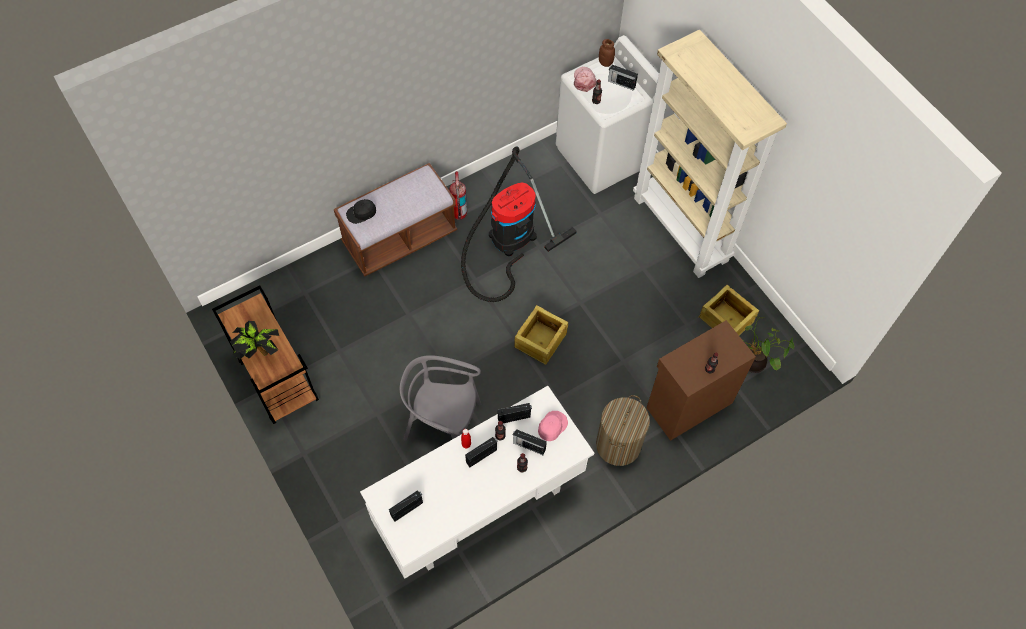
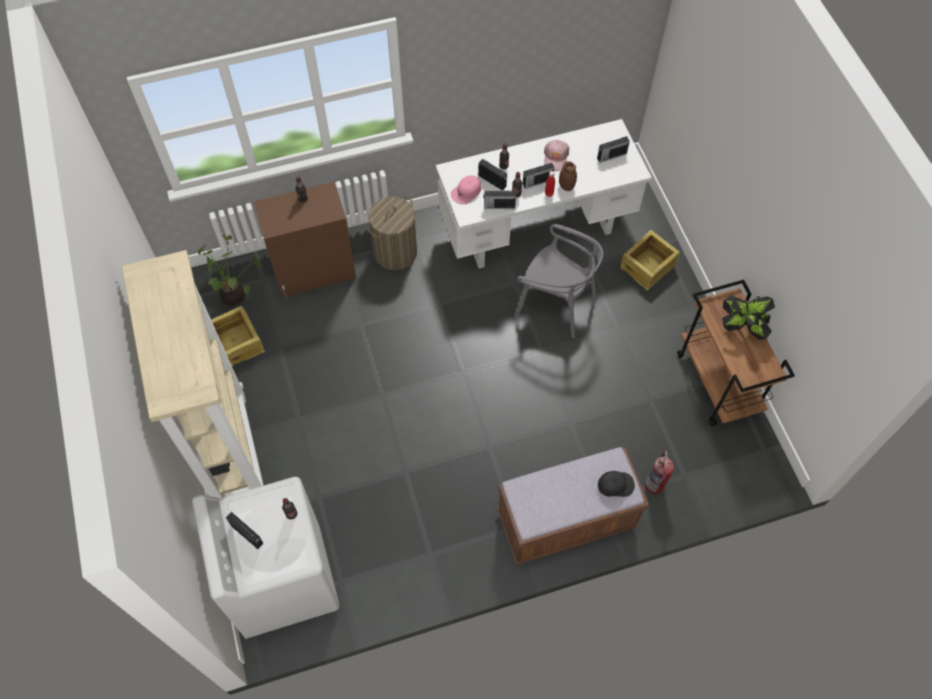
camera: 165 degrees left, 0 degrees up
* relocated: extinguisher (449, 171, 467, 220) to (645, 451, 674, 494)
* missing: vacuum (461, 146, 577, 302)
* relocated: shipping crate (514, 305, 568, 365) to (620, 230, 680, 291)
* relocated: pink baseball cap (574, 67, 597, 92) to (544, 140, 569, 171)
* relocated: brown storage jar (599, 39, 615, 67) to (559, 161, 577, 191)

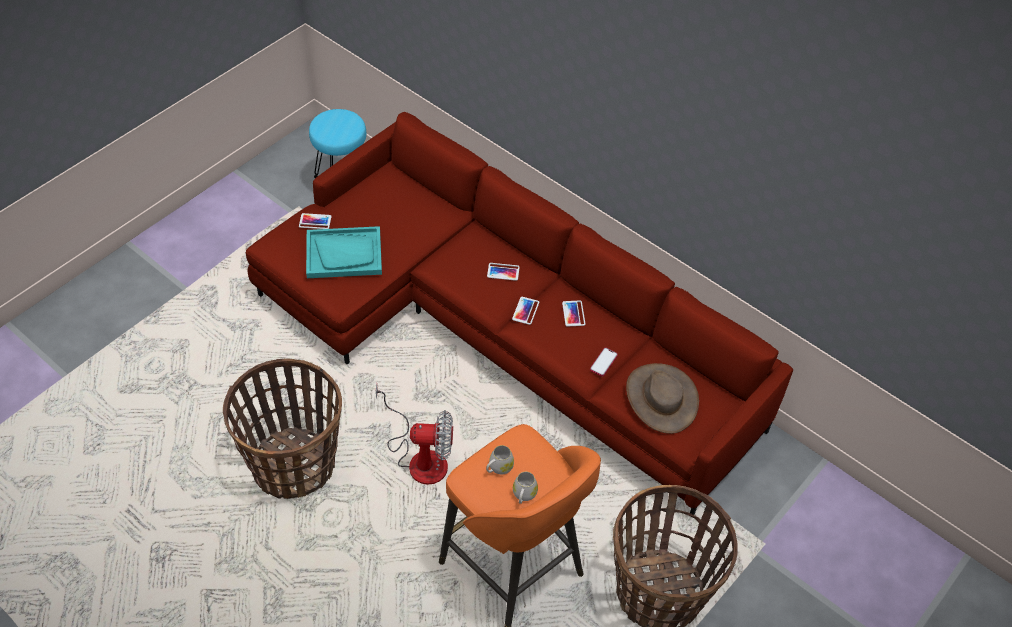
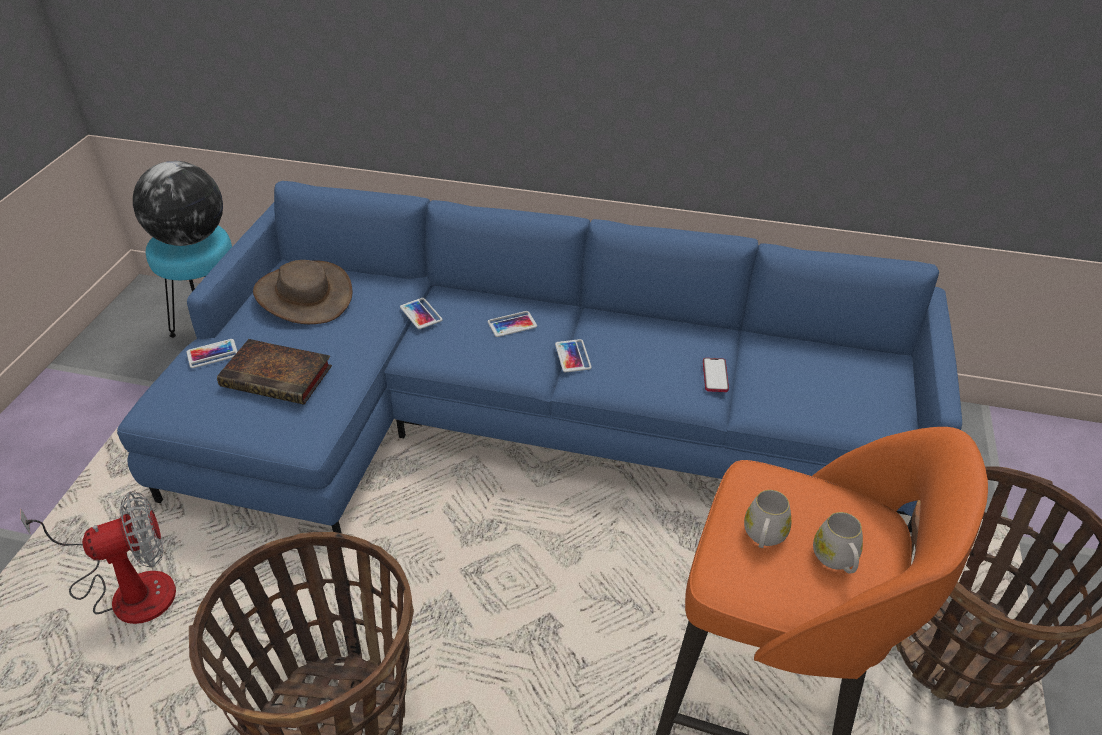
camera: 25 degrees left, 10 degrees down
* colour: red-coloured settee (246, 112, 793, 515) to blue-coloured settee (117, 181, 962, 534)
* exchanged: turquoise-coloured serving tray (306, 226, 382, 278) to bound book (217, 339, 332, 405)
* relocated: fan (376, 383, 453, 485) to (20, 491, 176, 624)
* relocated: telephone (562, 301, 585, 327) to (400, 298, 443, 329)
* relocated: brown clothing hat (626, 363, 699, 434) to (253, 260, 352, 324)
* appeared: world globe (133, 161, 223, 246)

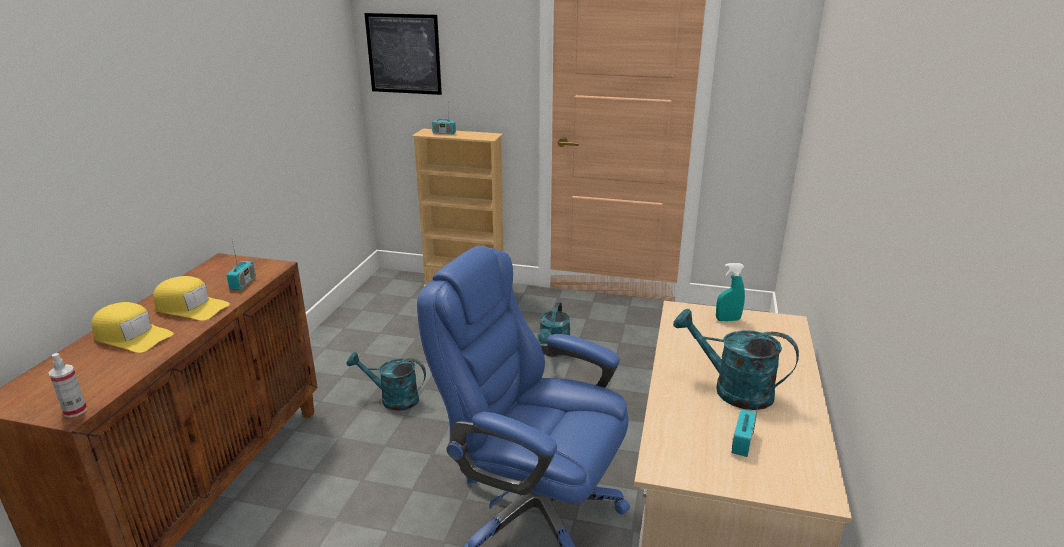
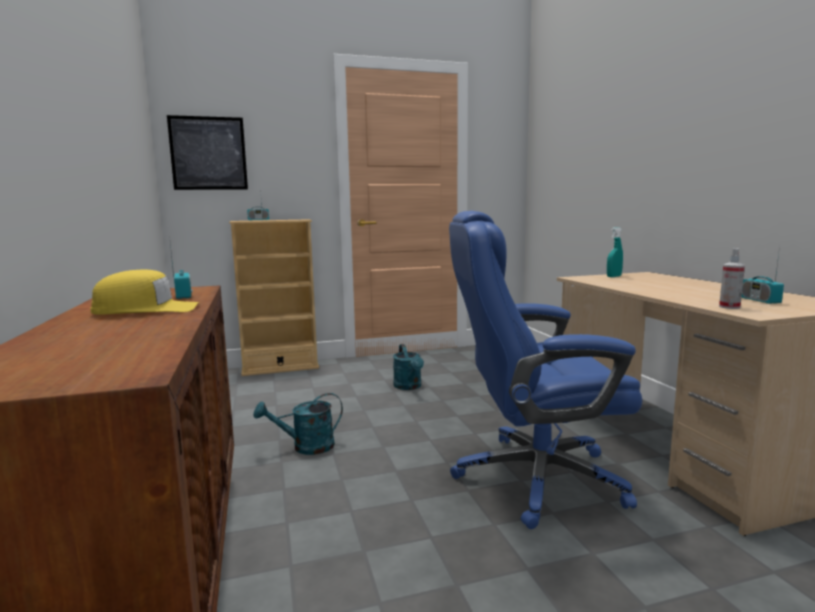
camera: 30 degrees left, 15 degrees down
* relocated: spray bottle (48, 353, 87, 418) to (719, 248, 745, 309)
* missing: yellow-coloured baseball cap (91, 302, 174, 353)
* missing: turquoise-coloured watering can (673, 309, 799, 410)

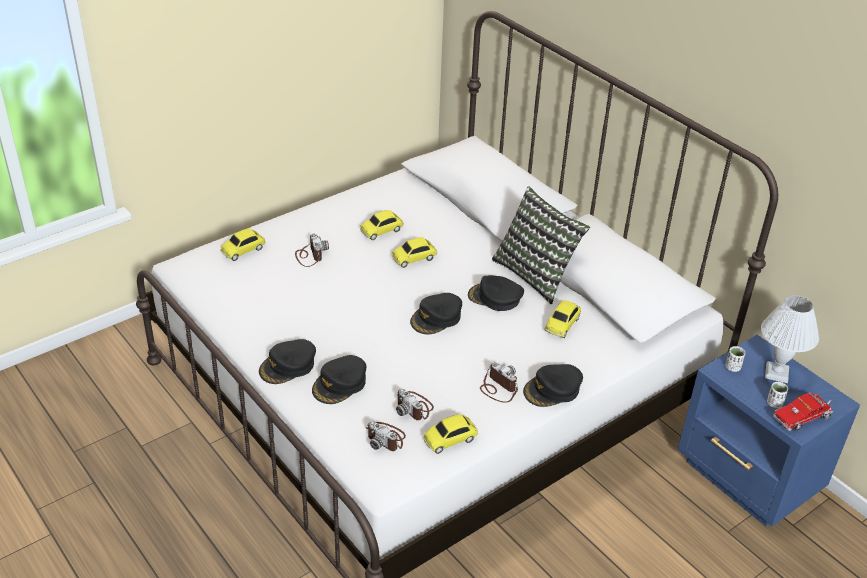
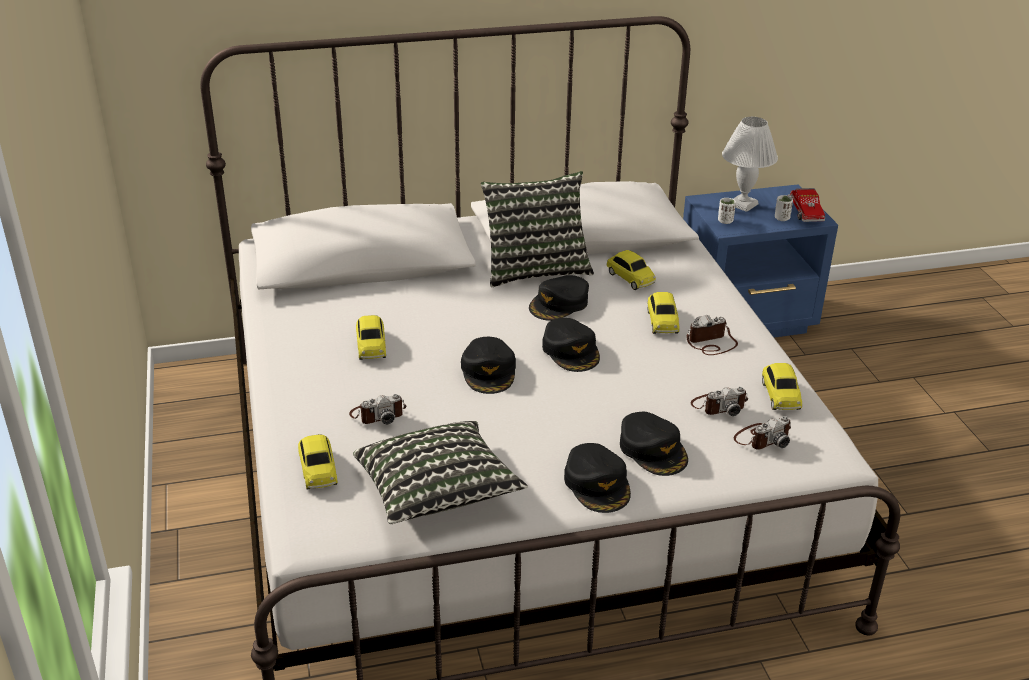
camera: 65 degrees left, 5 degrees down
* spun: photo camera (295, 233, 329, 267) = (349, 394, 406, 424) 150 degrees clockwise
* relocated: miniature car (392, 237, 437, 268) to (647, 292, 679, 334)
* relocated: black-coloured baseball cap (523, 364, 583, 407) to (461, 337, 516, 394)
* appeared: cushion (353, 421, 528, 524)

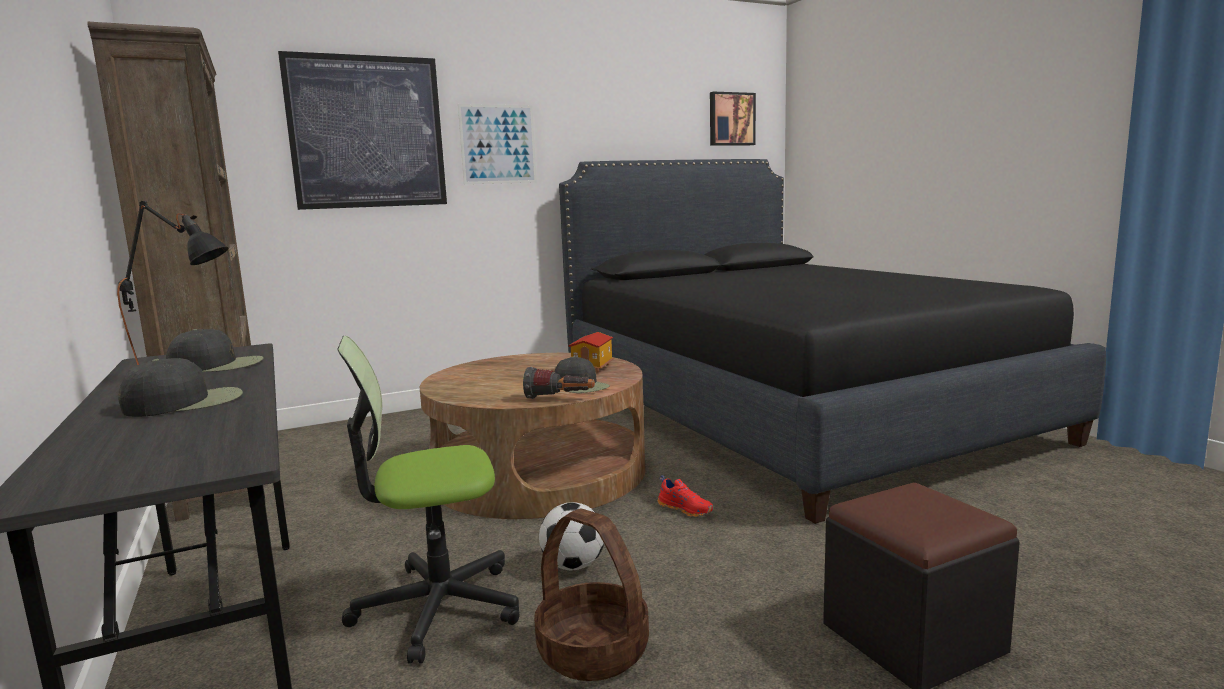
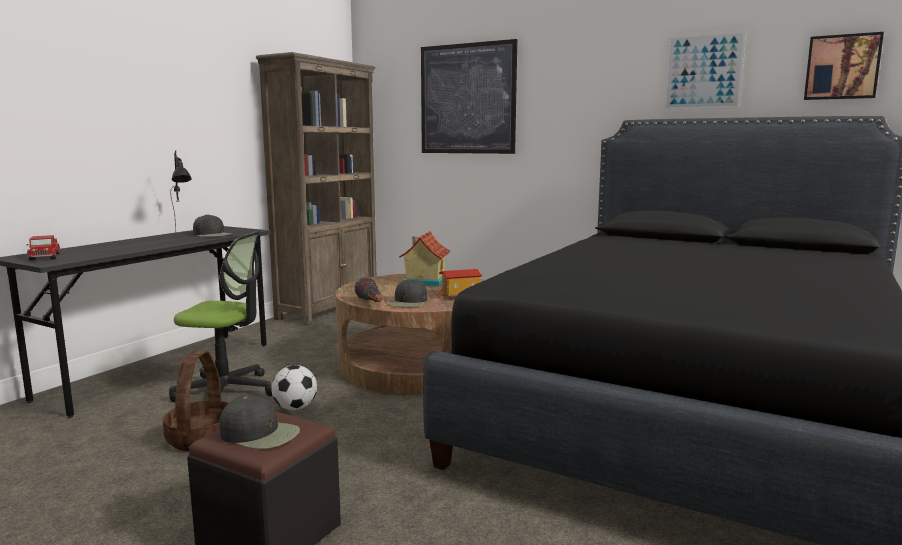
camera: 55 degrees right, 0 degrees up
* relocated: black-coloured baseball cap (118, 358, 243, 417) to (219, 395, 300, 449)
* spun: computer chair (337, 336, 520, 664) = (169, 231, 272, 402) 150 degrees clockwise
* relocated: picture (458, 104, 537, 184) to (663, 30, 746, 110)
* missing: red-coloured item of footwear (658, 475, 714, 517)
* appeared: toy lorry (27, 235, 60, 261)
* appeared: model house (399, 231, 451, 287)

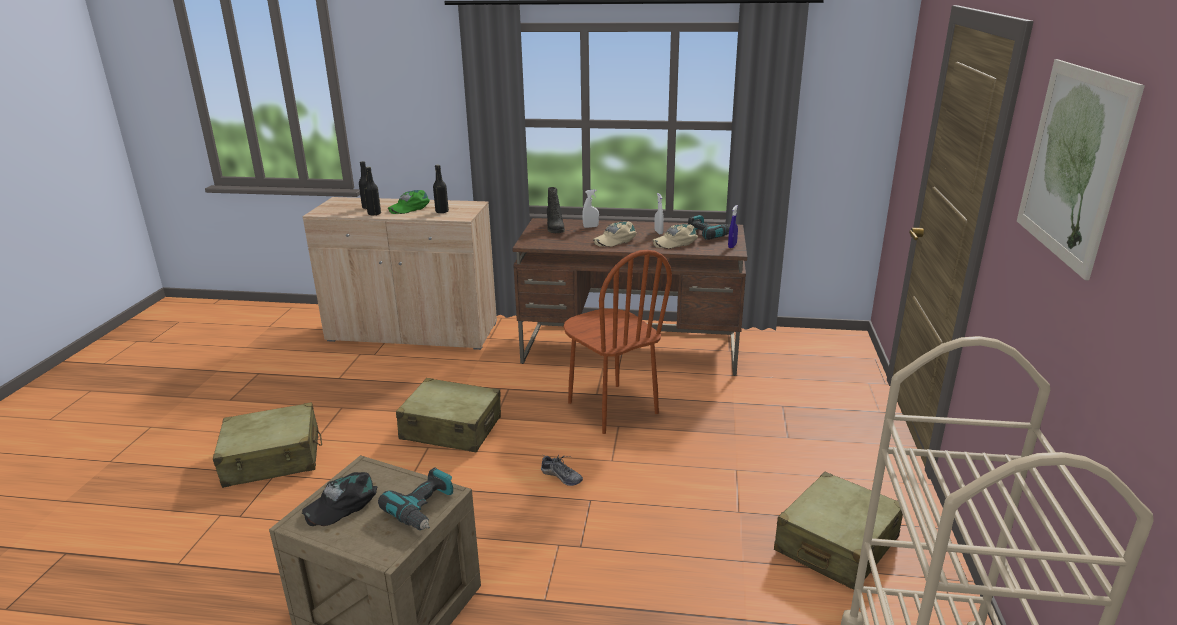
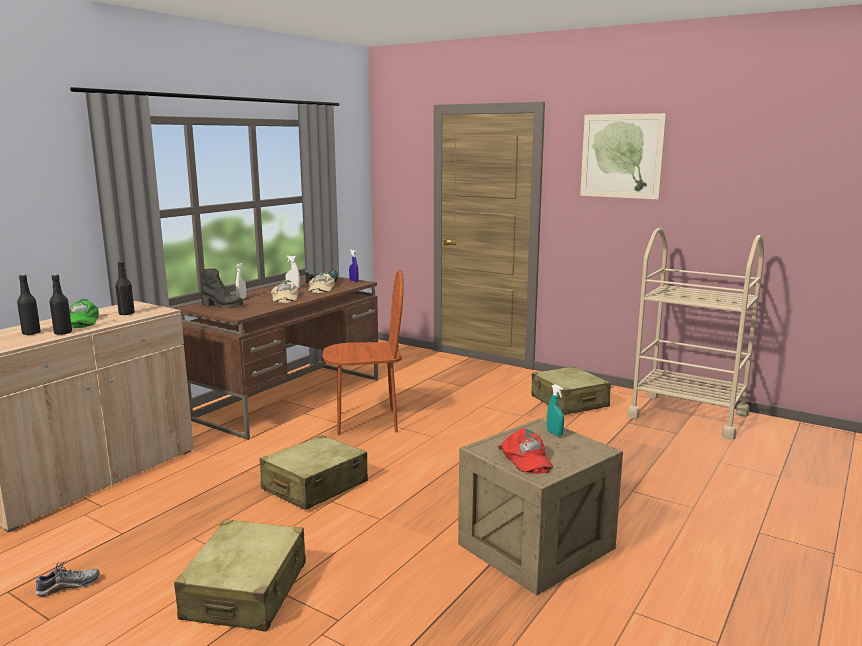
camera: 65 degrees left, 10 degrees down
* colour: black-coloured baseball cap (302, 472, 377, 526) to red-coloured baseball cap (498, 428, 553, 474)
* exchanged: drill (378, 467, 453, 530) to turquoise-coloured spray bottle (547, 384, 564, 436)
* relocated: item of footwear (541, 455, 583, 486) to (35, 560, 100, 597)

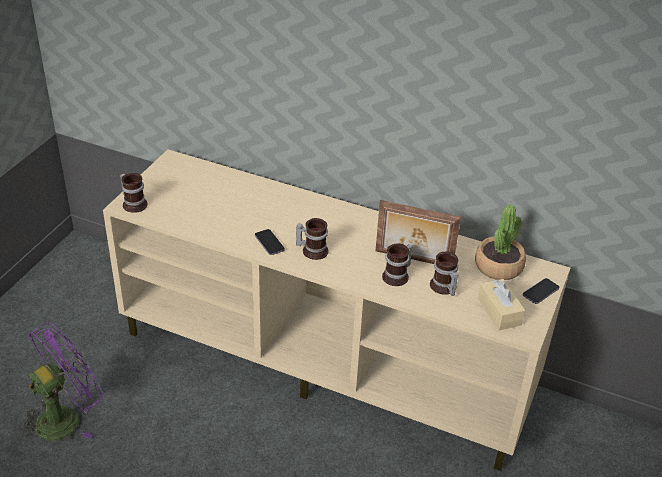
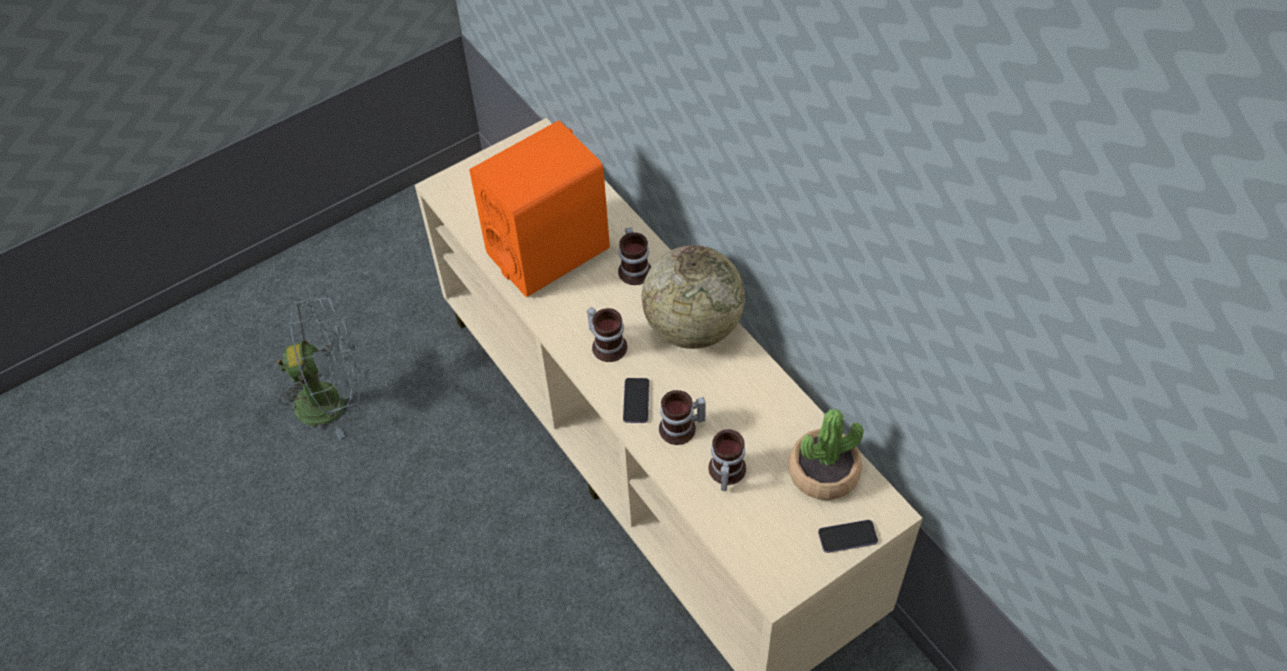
camera: 35 degrees right, 15 degrees up
* colour: purple fan (20, 322, 103, 441) to grey fan (277, 297, 361, 439)
* relocated: tea mug (120, 173, 148, 213) to (618, 227, 651, 285)
* relocated: telephone (255, 229, 285, 255) to (623, 378, 650, 423)
* missing: standing frame (376, 200, 461, 264)
* missing: beige-coloured tissue box (478, 279, 525, 330)
* appeared: orange-coloured audio speaker (469, 120, 610, 297)
* appeared: world globe (642, 245, 745, 349)

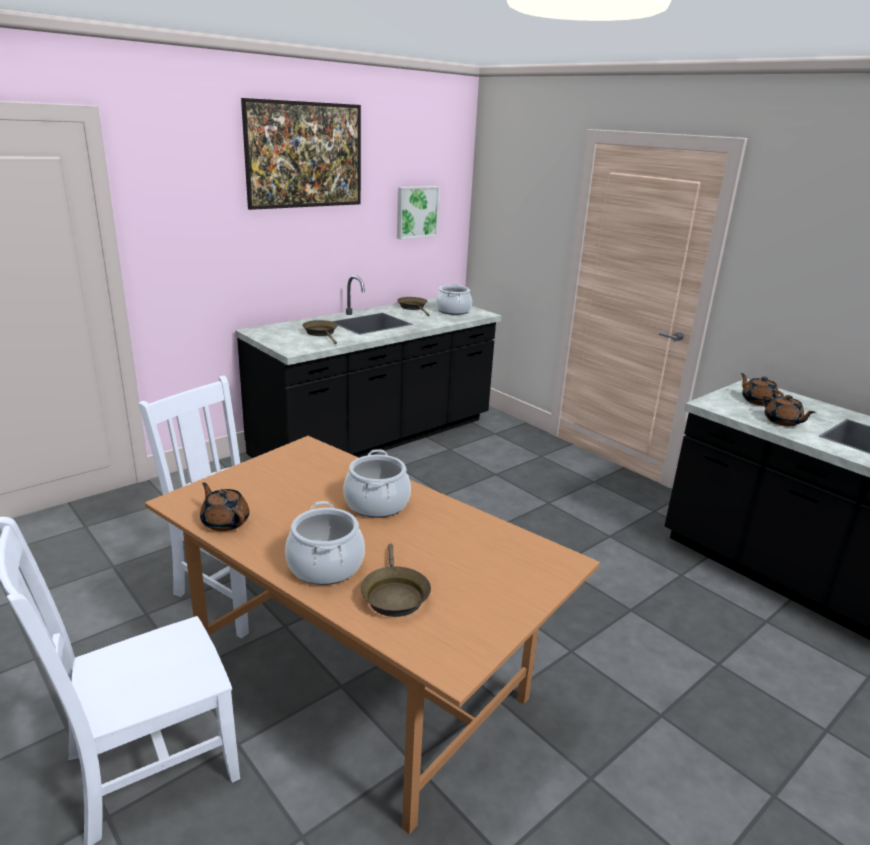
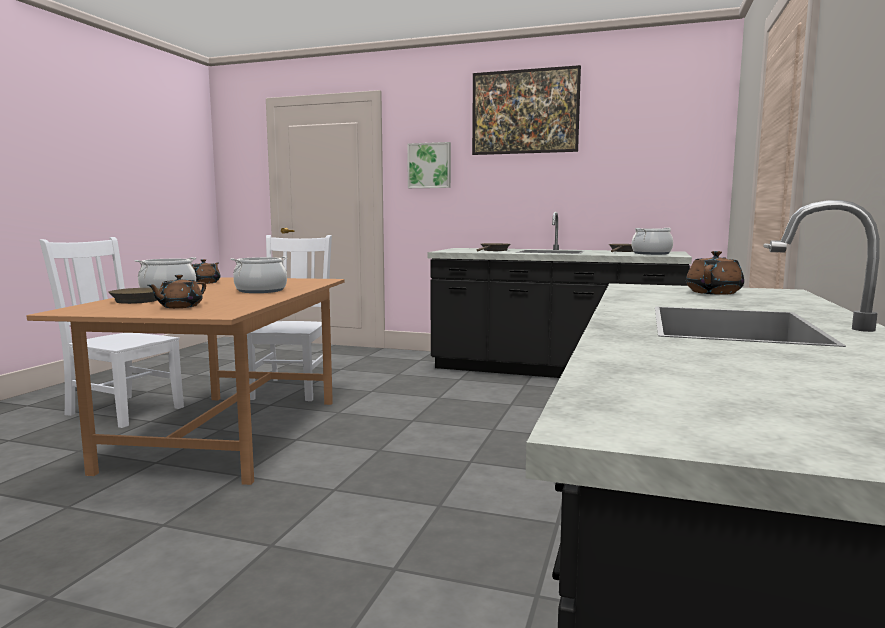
camera: 60 degrees right, 15 degrees down
* relocated: picture (397, 186, 440, 239) to (407, 142, 451, 188)
* relocated: brown tea pot (762, 395, 816, 426) to (148, 275, 206, 308)

